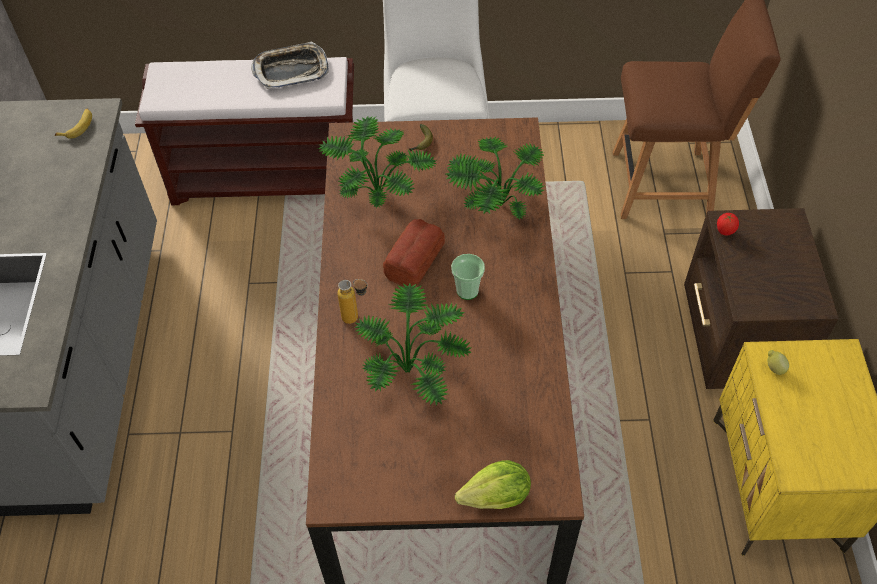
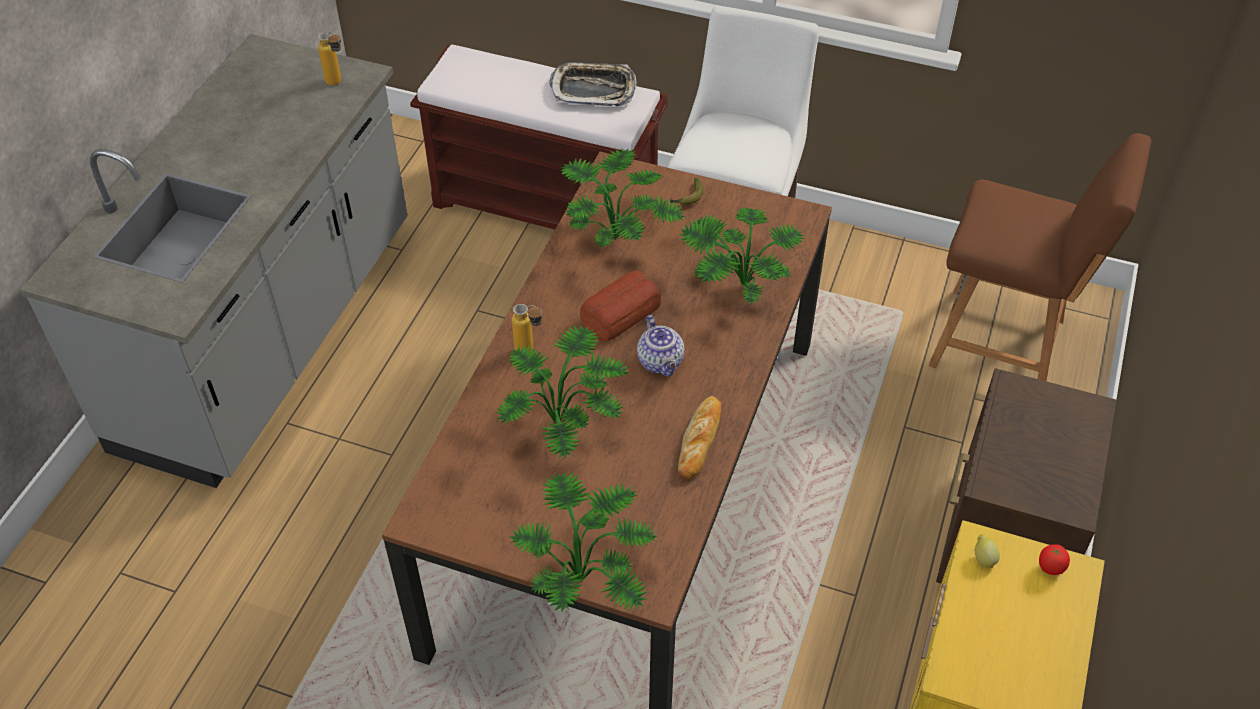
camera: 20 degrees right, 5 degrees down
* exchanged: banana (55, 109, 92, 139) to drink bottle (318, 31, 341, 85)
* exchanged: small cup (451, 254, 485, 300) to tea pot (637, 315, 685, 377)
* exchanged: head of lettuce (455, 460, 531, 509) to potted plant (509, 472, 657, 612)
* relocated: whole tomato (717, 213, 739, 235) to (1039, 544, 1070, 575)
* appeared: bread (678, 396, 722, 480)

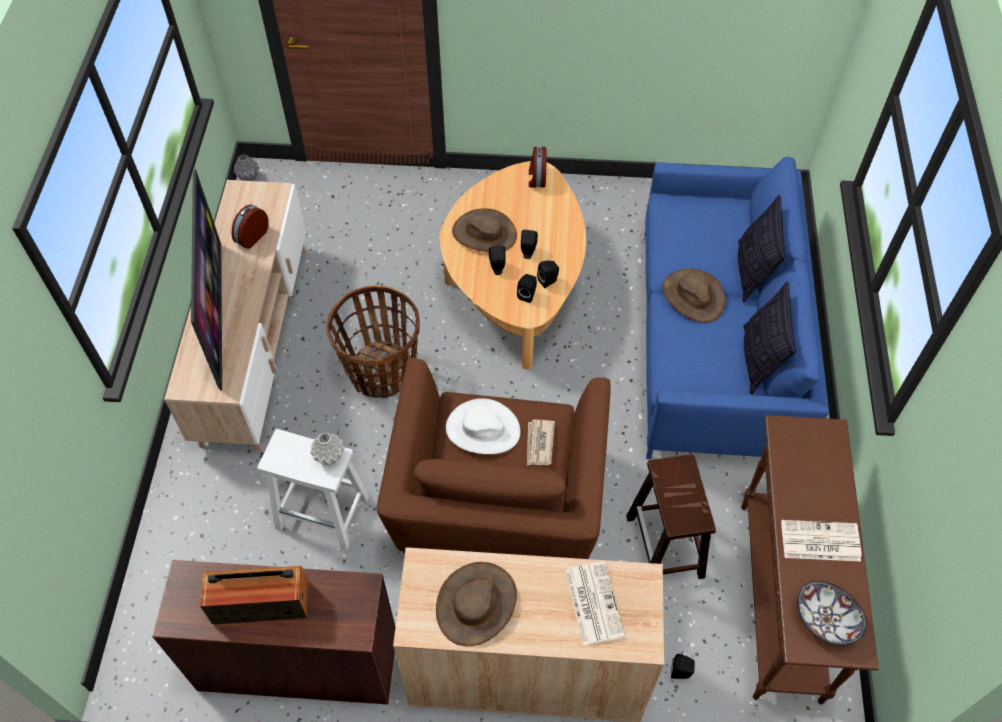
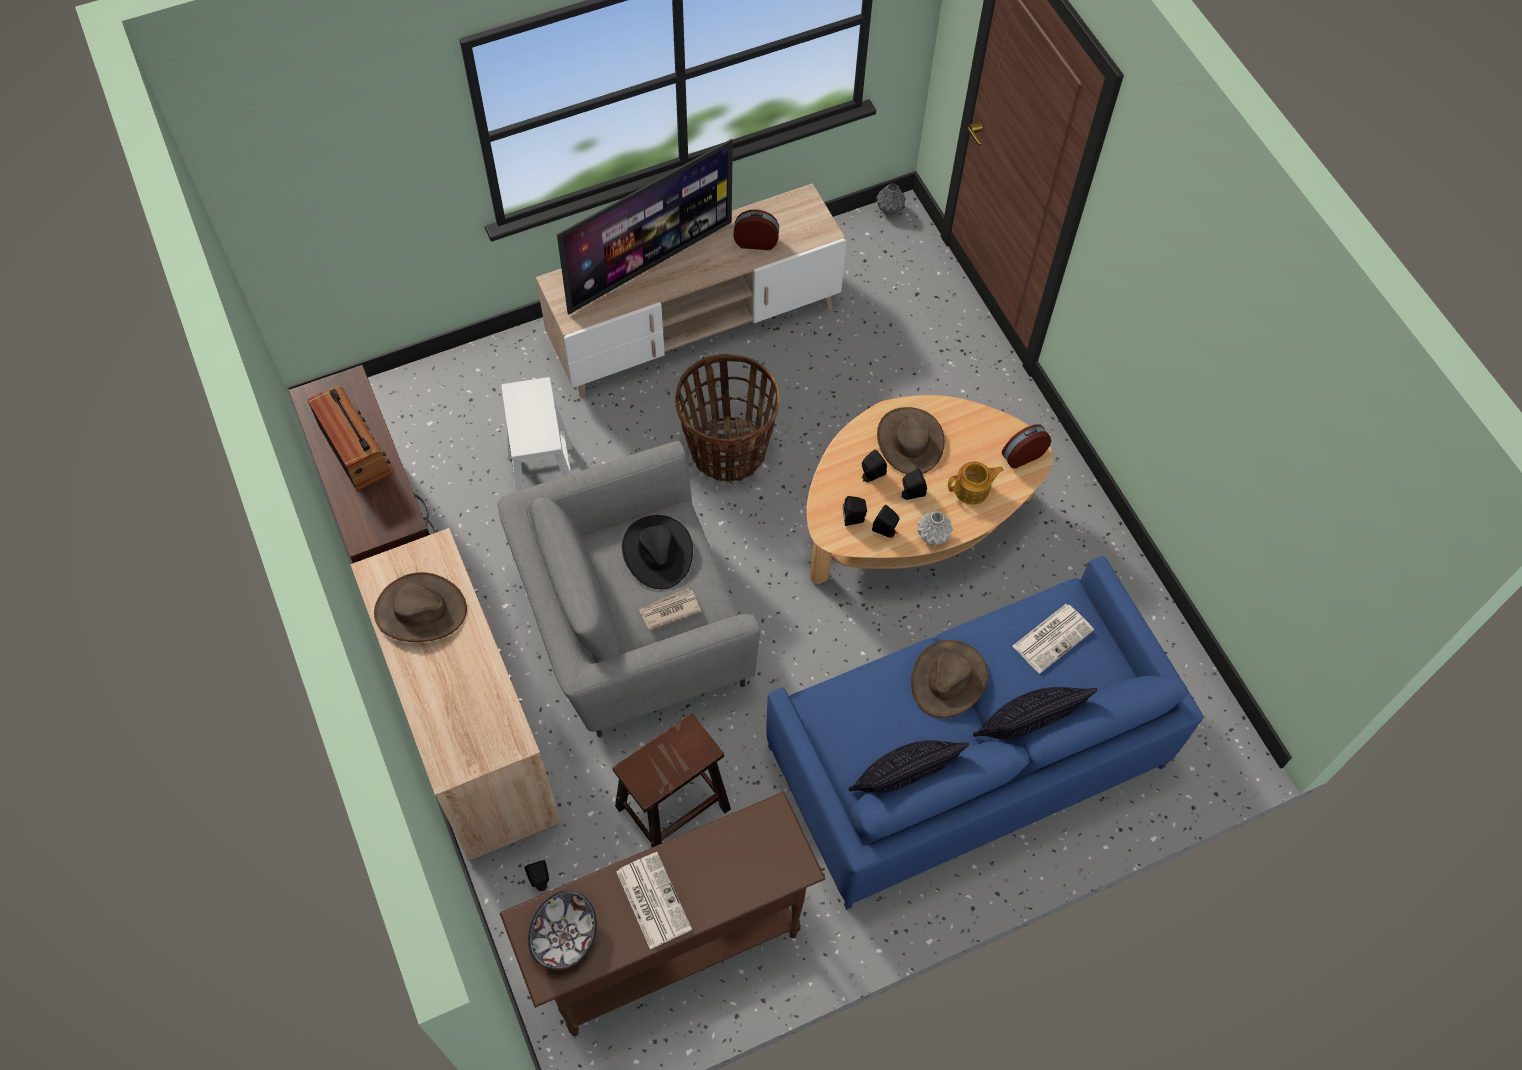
camera: 60 degrees right, 5 degrees up
* relocated: grey decorative vase (310, 433, 345, 465) to (917, 511, 953, 545)
* colour: brown lounge chair (377, 358, 610, 559) to grey lounge chair (497, 441, 760, 737)
* colour: white-coloured clothing hat (446, 398, 521, 454) to black-coloured clothing hat (622, 515, 693, 589)
* relocated: printed paper (565, 561, 625, 645) to (1012, 604, 1094, 673)
* appeared: tea pot (948, 461, 1004, 505)

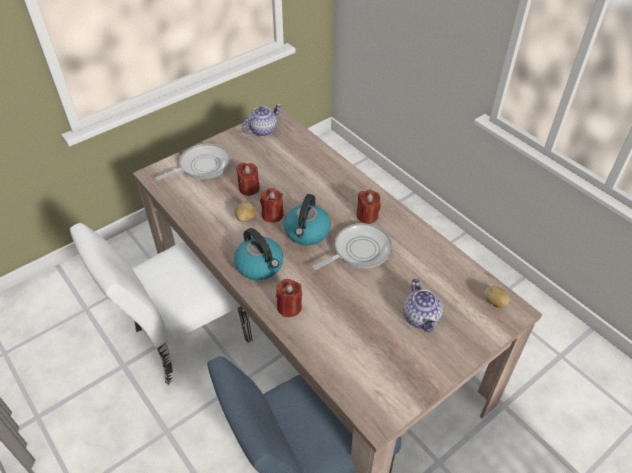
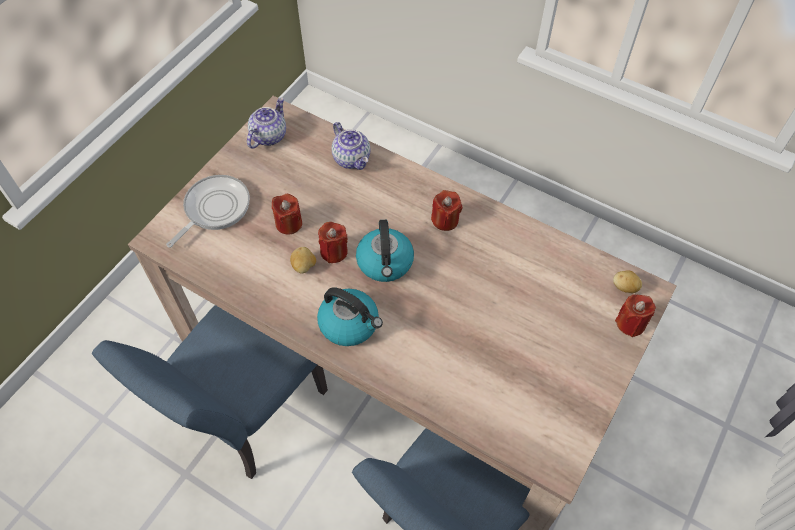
camera: 20 degrees left, 10 degrees up
* colour: white-coloured plain chair (70, 223, 252, 385) to blue-coloured plain chair (92, 305, 328, 479)
* relocated: red-coloured wax light (276, 279, 302, 317) to (615, 294, 656, 337)
* missing: pan (312, 223, 392, 270)
* relocated: tea pot (403, 279, 443, 332) to (332, 122, 370, 170)

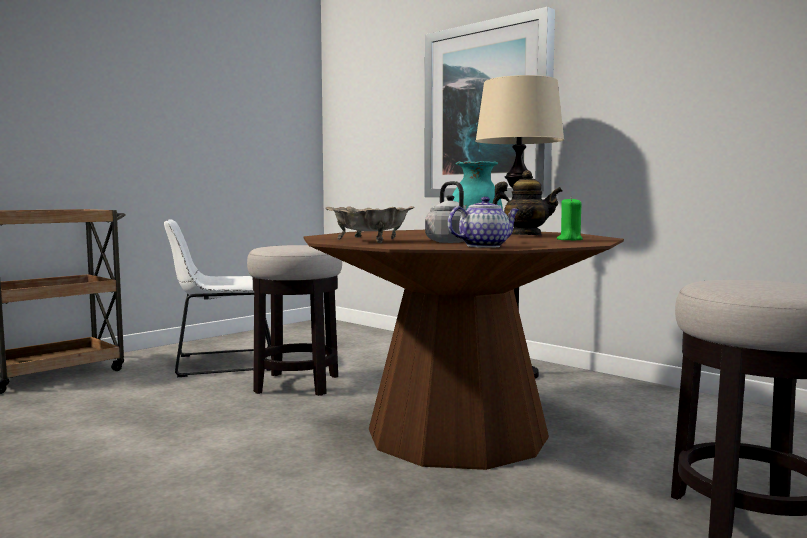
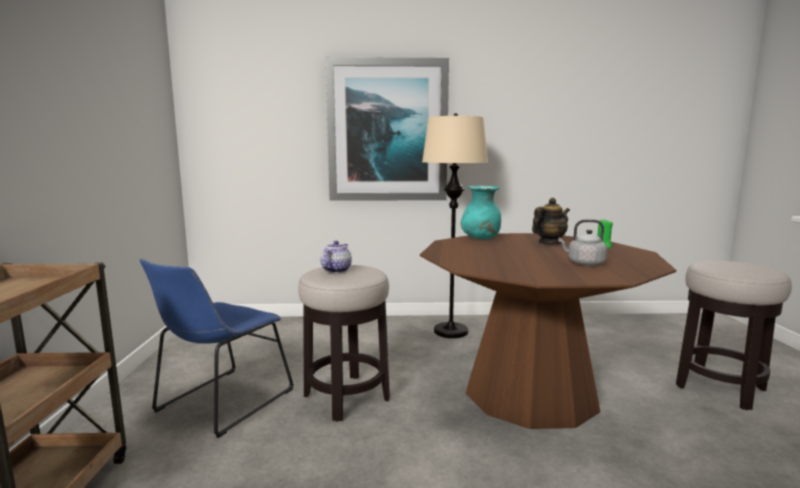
camera: 45 degrees left, 5 degrees up
* colour: white-coloured plain chair (164, 219, 271, 377) to blue-coloured plain chair (139, 259, 294, 438)
* missing: beige-coloured serving bowl (326, 206, 415, 243)
* relocated: tea pot (448, 197, 519, 248) to (320, 241, 352, 273)

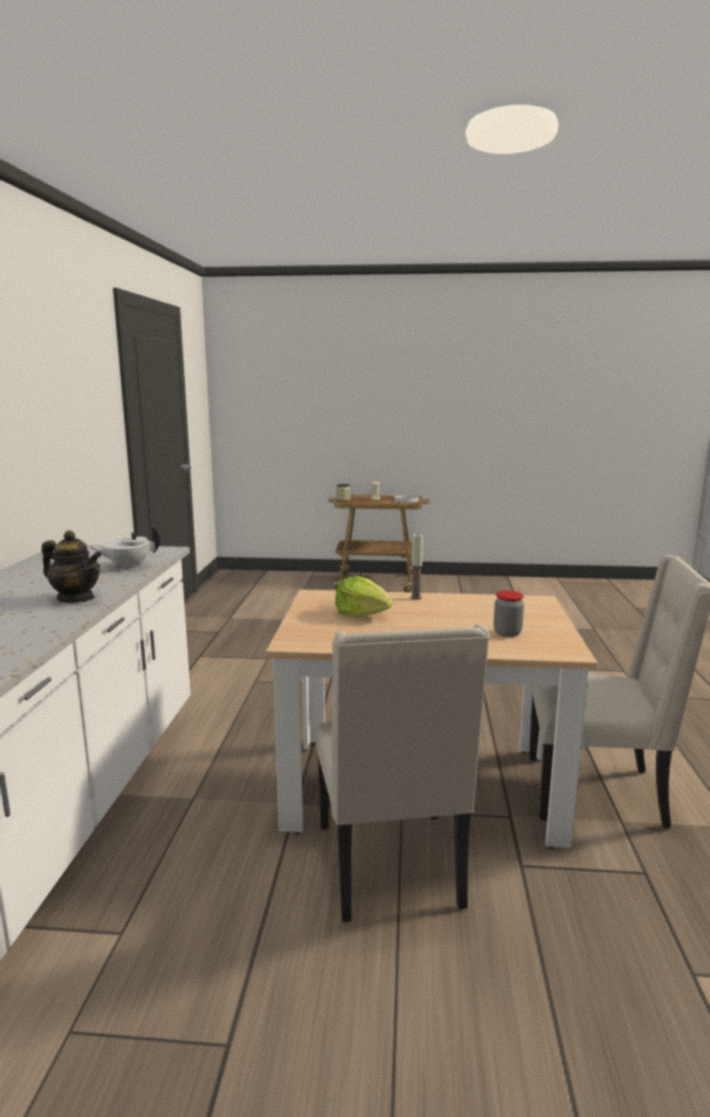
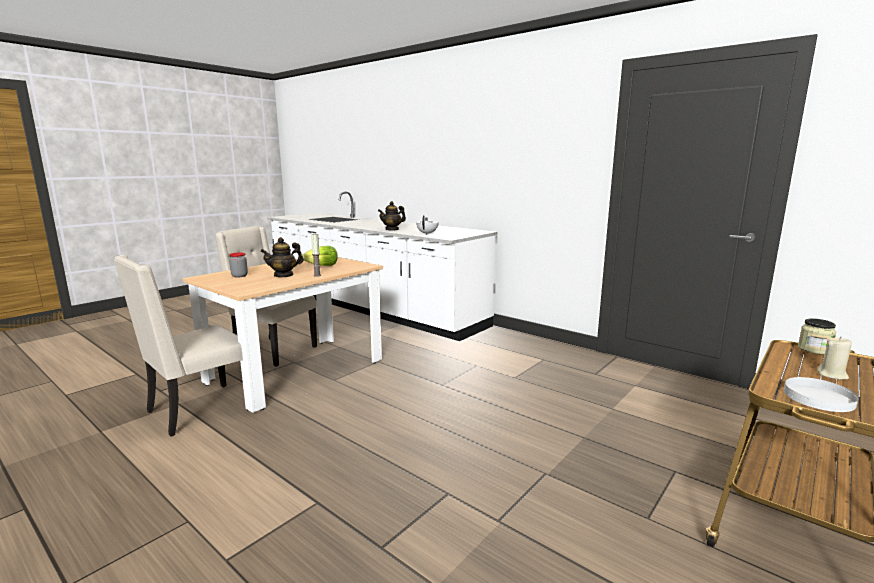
camera: 125 degrees right, 0 degrees up
* appeared: tea pot (260, 237, 303, 278)

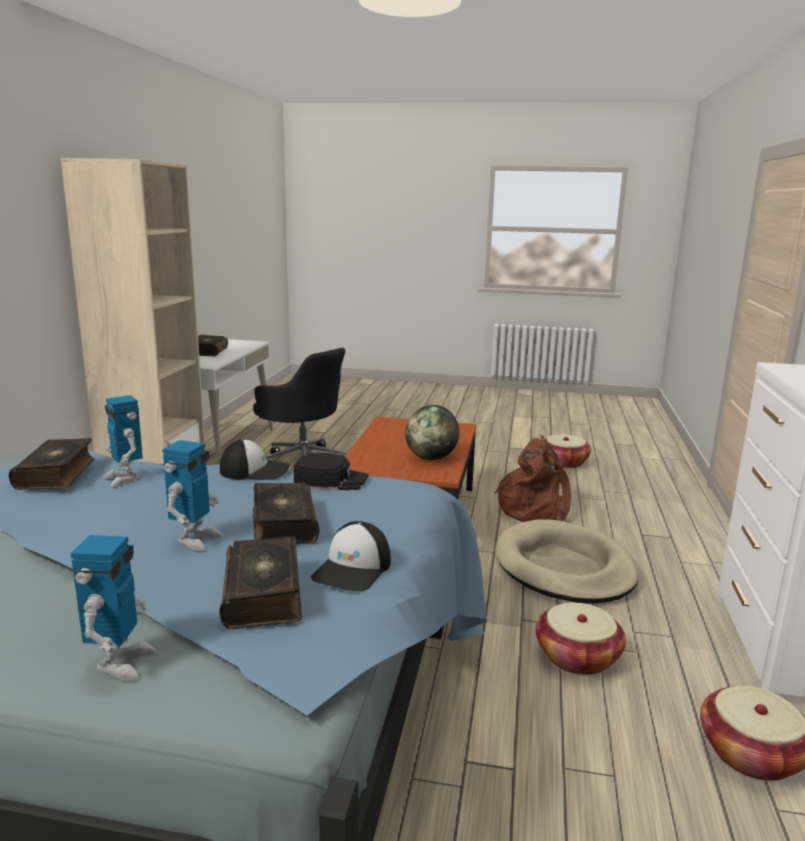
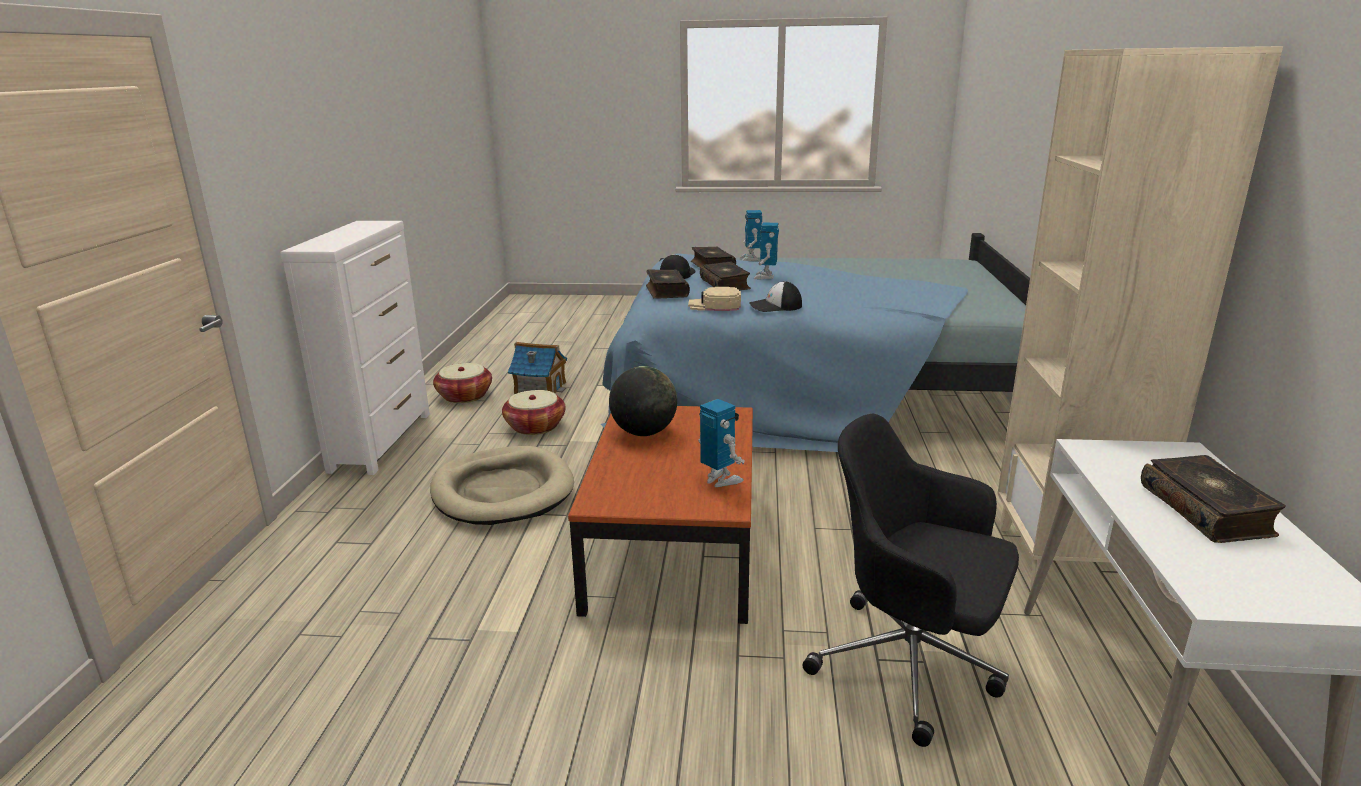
camera: 175 degrees right, 5 degrees up
* relocated: bound book (9, 438, 95, 490) to (646, 269, 690, 299)
* relocated: robot figure (103, 395, 143, 487) to (698, 399, 745, 487)
* colour: black-coloured baseball cap (294, 452, 368, 491) to beige-coloured baseball cap (688, 287, 741, 311)
* missing: brown backpack (495, 435, 571, 522)
* missing: basket (544, 434, 591, 468)
* appeared: model house (508, 342, 567, 394)

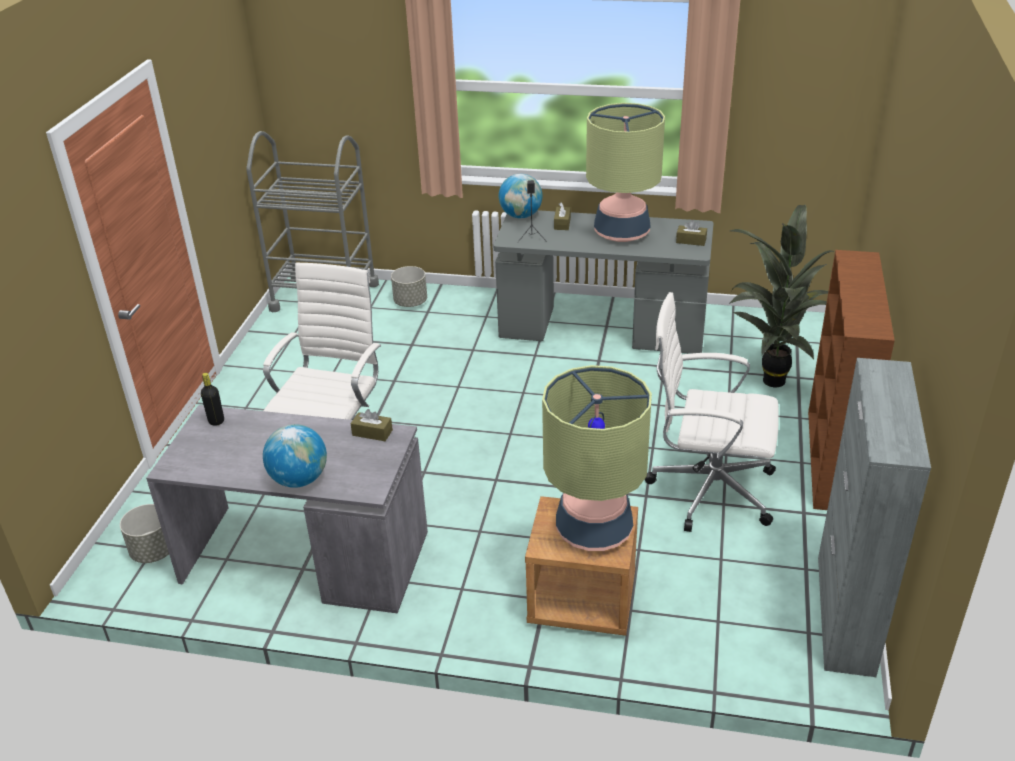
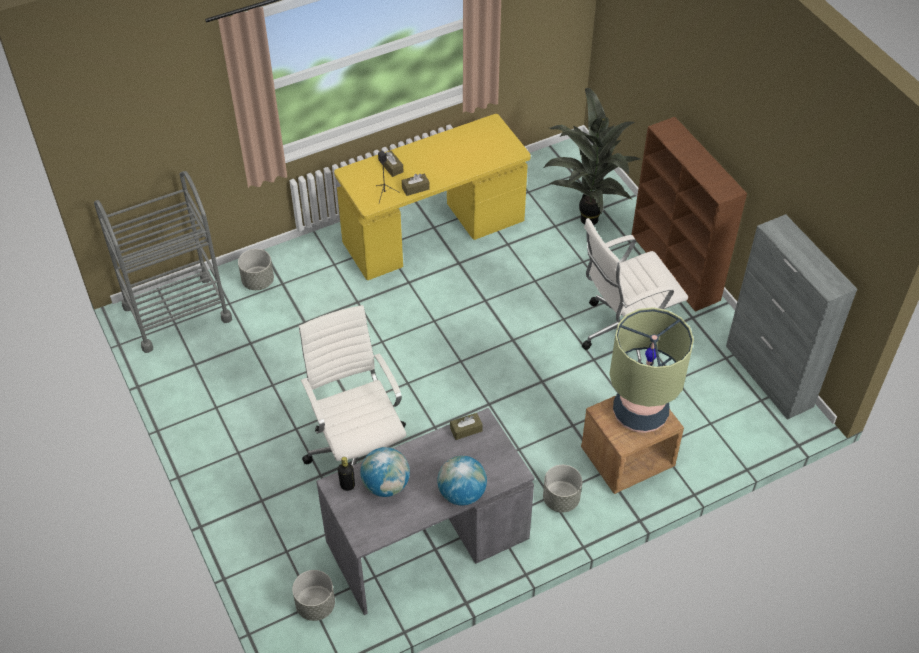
camera: 40 degrees left, 15 degrees up
* colour: grey desk (494, 210, 714, 354) to yellow-coloured desk (334, 114, 531, 280)
* relocated: world globe (499, 174, 542, 218) to (360, 447, 410, 497)
* missing: tabletop lamp (586, 103, 665, 242)
* relocated: brown tissue box (676, 220, 707, 246) to (402, 173, 430, 196)
* appeared: grey flower pot (543, 465, 582, 512)

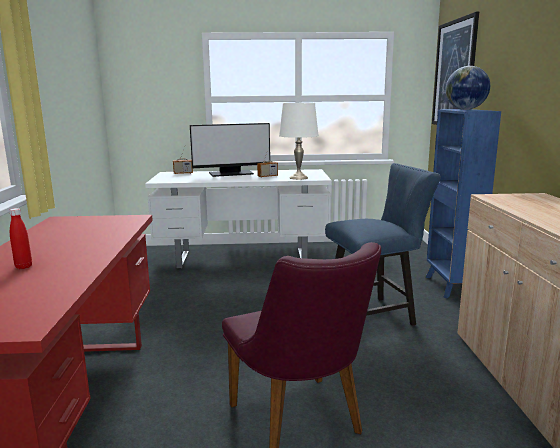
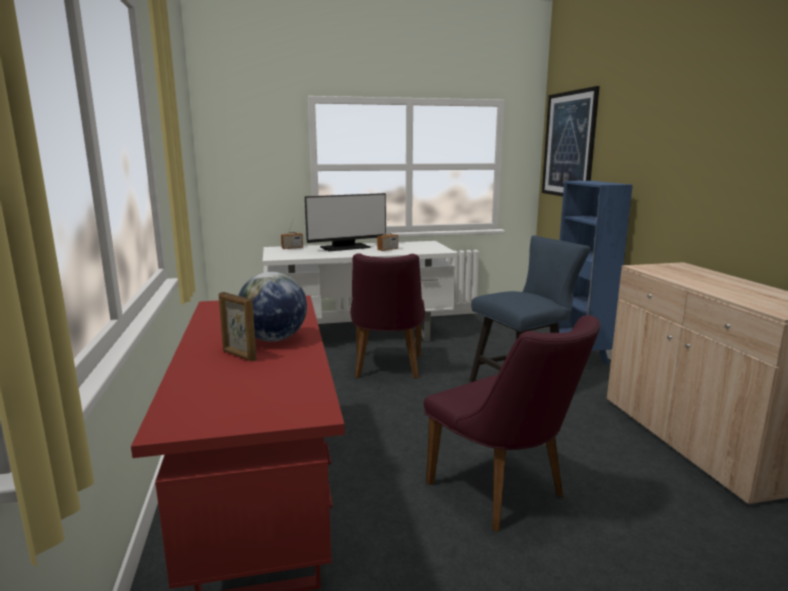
camera: 10 degrees left, 0 degrees up
* exchanged: red-coloured drink bottle (9, 208, 32, 269) to standing frame (219, 292, 256, 362)
* missing: white-coloured tabletop lamp (279, 103, 319, 180)
* relocated: world globe (445, 66, 490, 110) to (238, 272, 307, 342)
* appeared: purple plain chair (350, 253, 425, 379)

